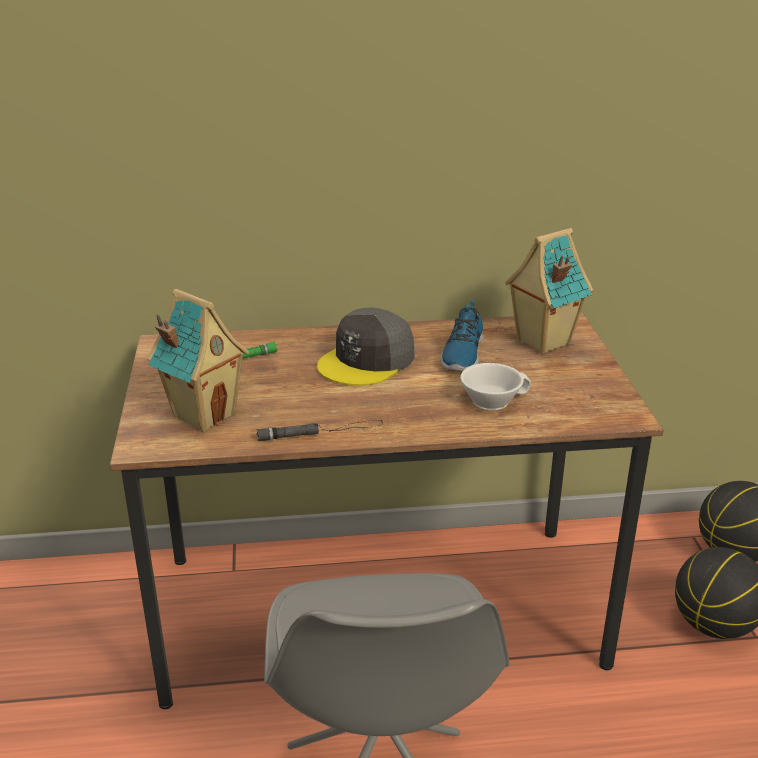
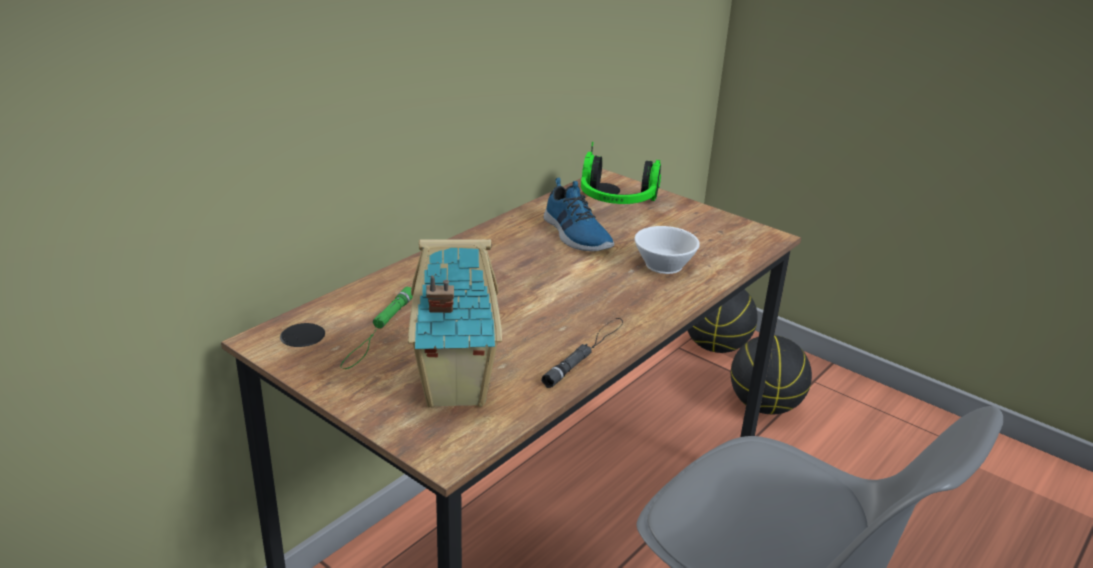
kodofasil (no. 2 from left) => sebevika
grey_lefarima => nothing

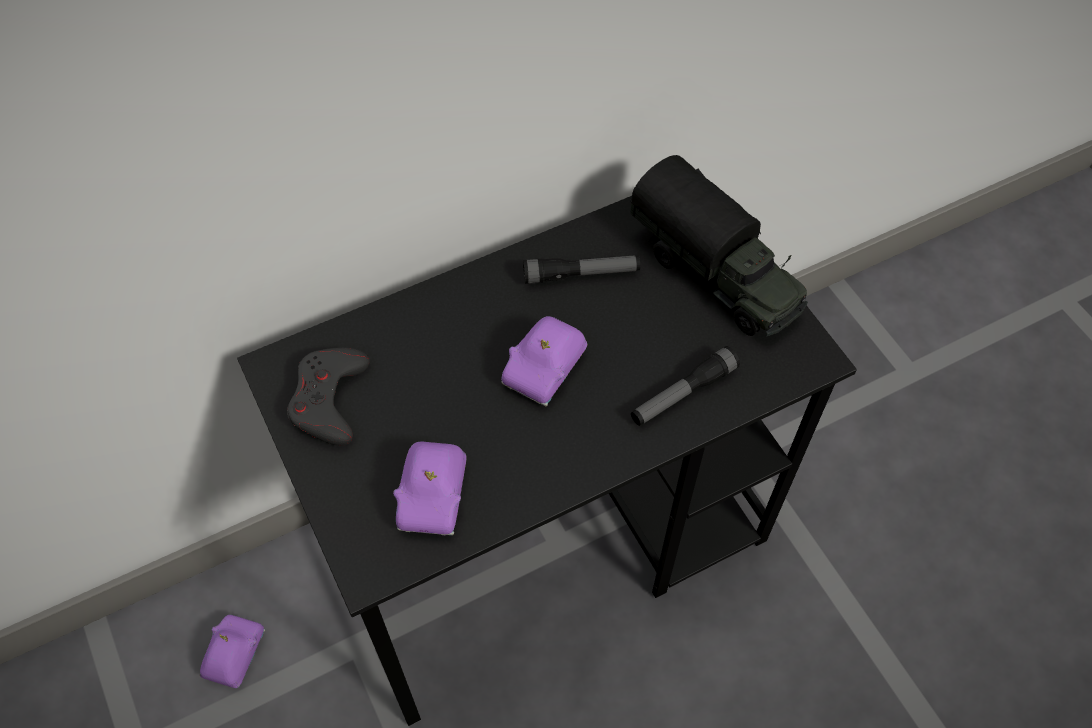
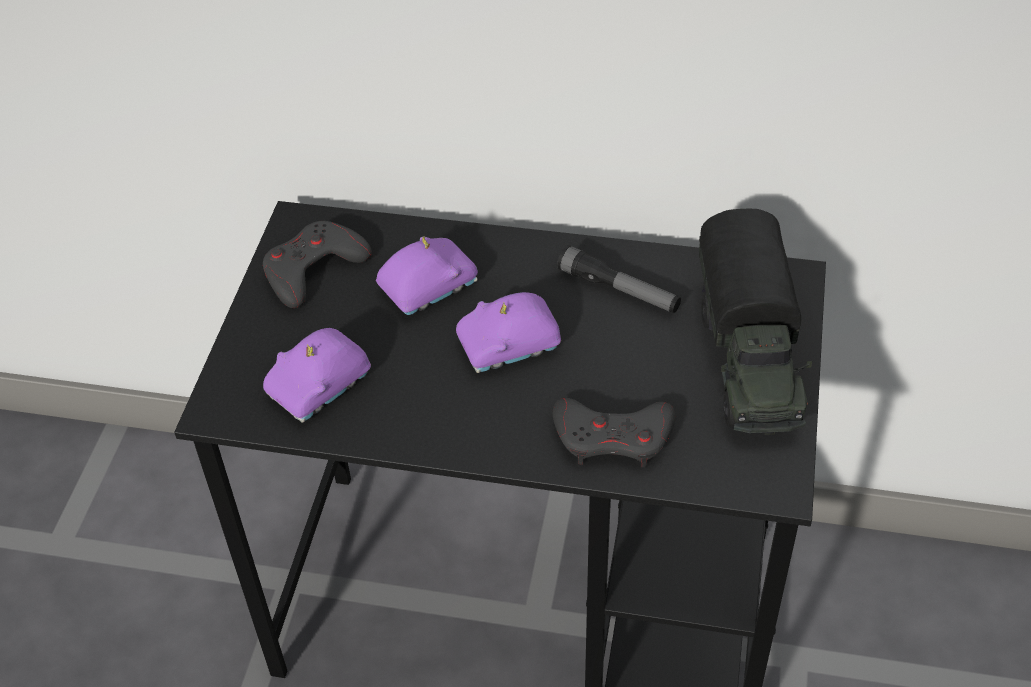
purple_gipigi (no. 1 from left in the first image) => purple_gipigi (no. 2 from left), shifted
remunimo (no. 2 from left) => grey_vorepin (no. 2 from left)

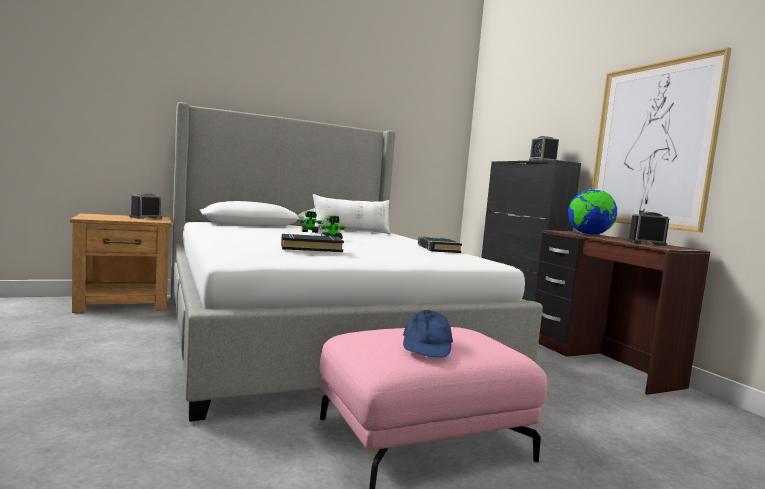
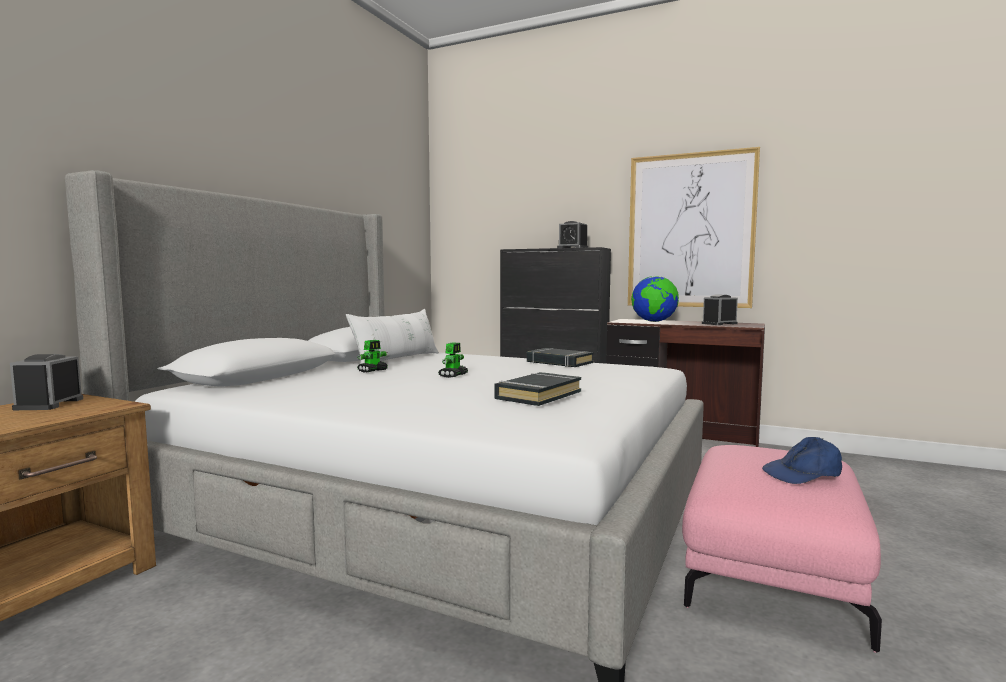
blue_lefarima, 105 degrees clockwise

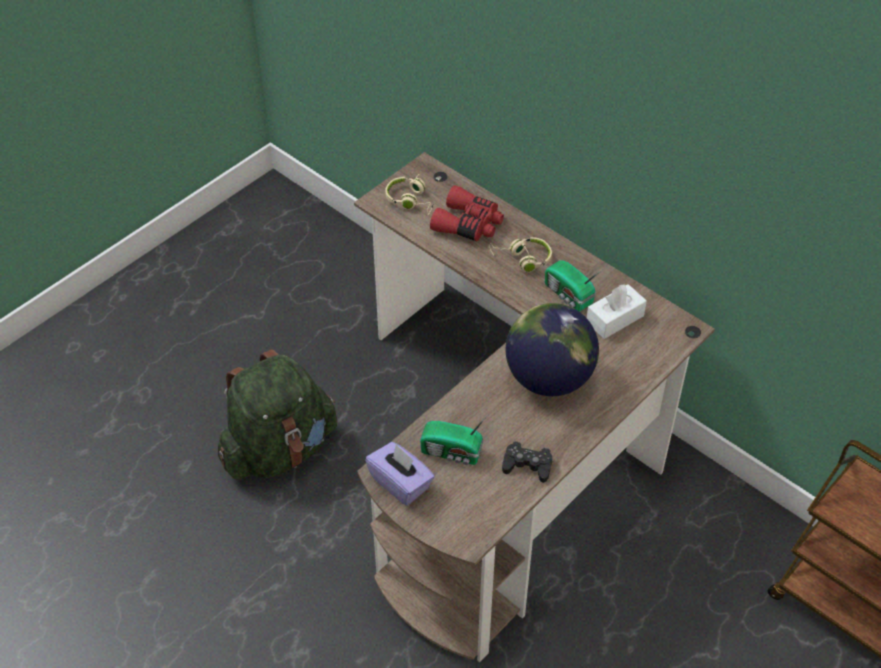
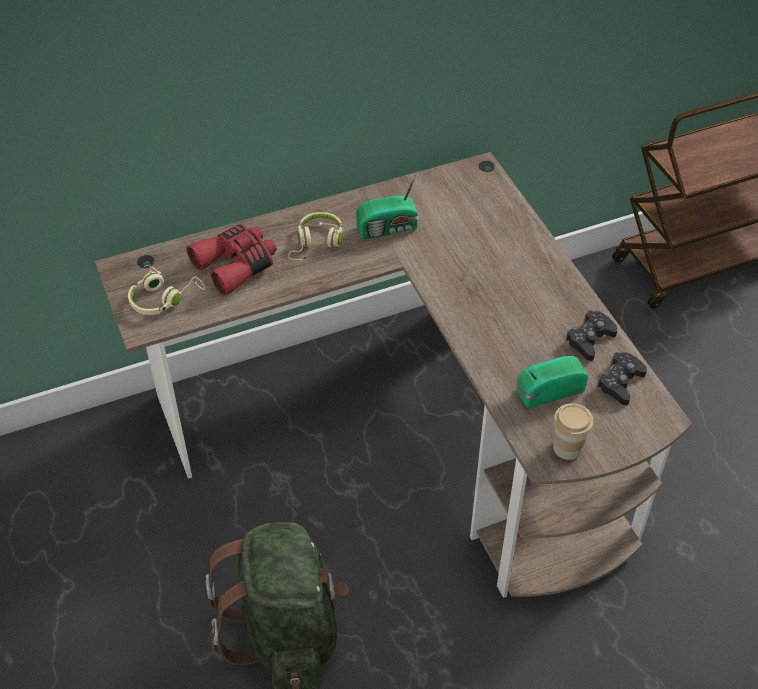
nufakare (no. 1 from left in the first image) => nufakare (no. 2 from left), 150 degrees counterclockwise
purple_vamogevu => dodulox
nothing => black_vorepin (no. 2 from left)
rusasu => nothing
white_vamogevu => nothing

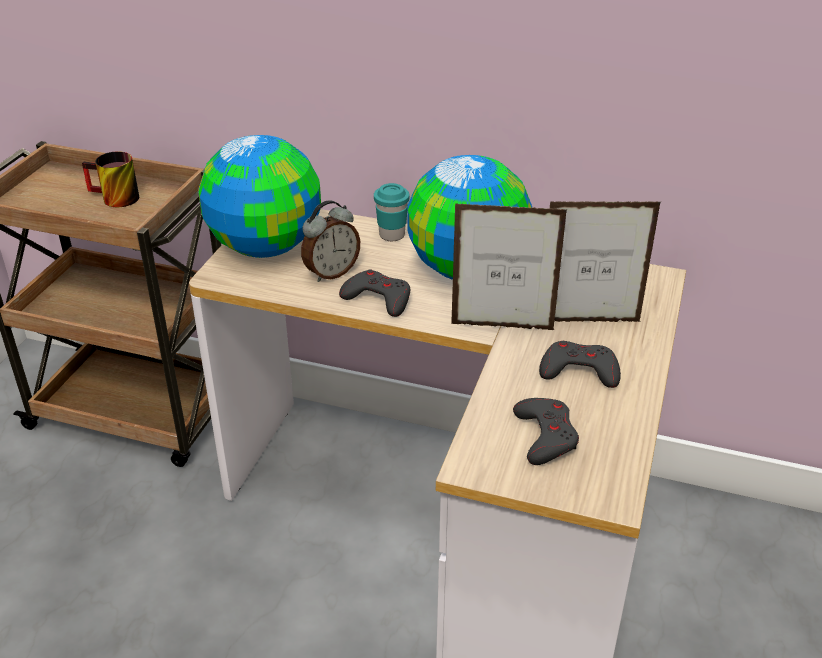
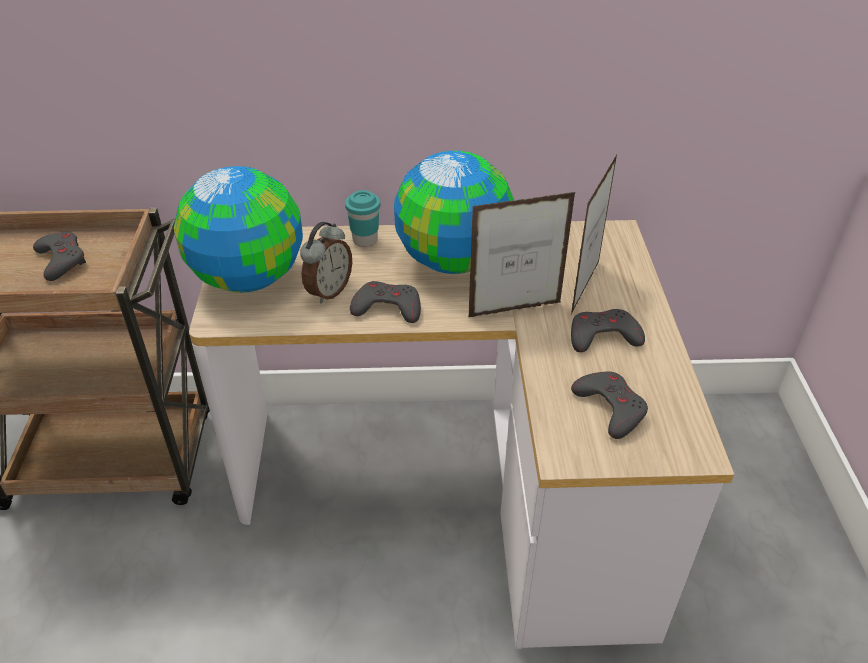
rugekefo => grey_vorepin (no. 1 from left)
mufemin (no. 2 from left), 45 degrees counterclockwise

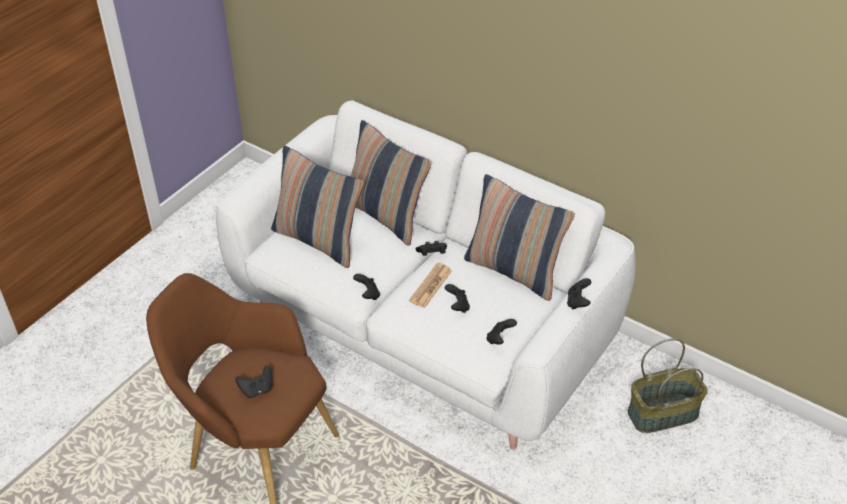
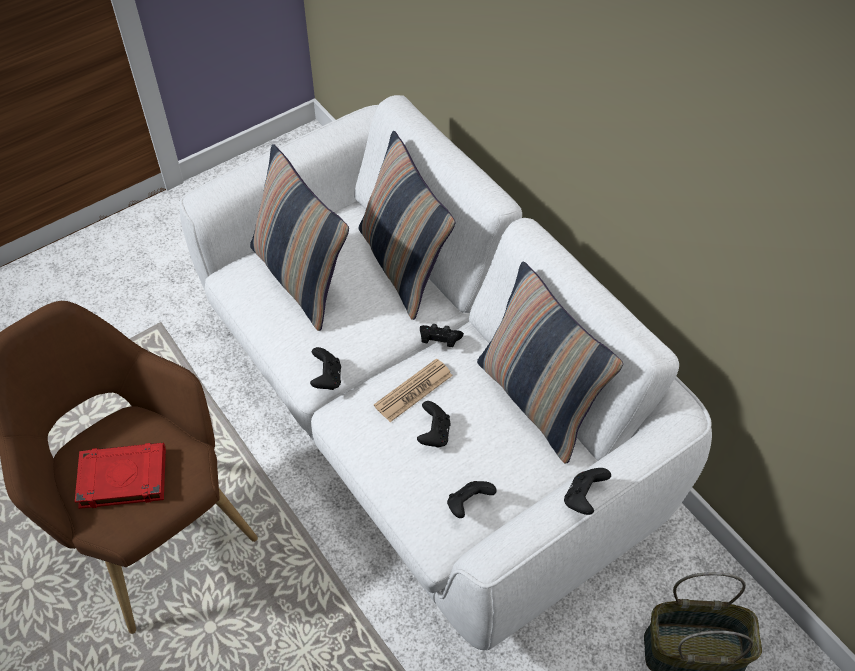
black_vorepin (no. 1 from left) => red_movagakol

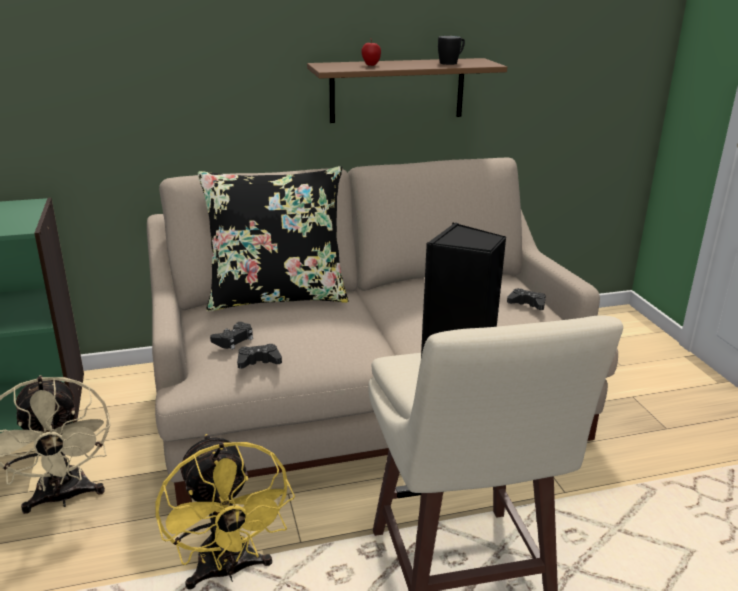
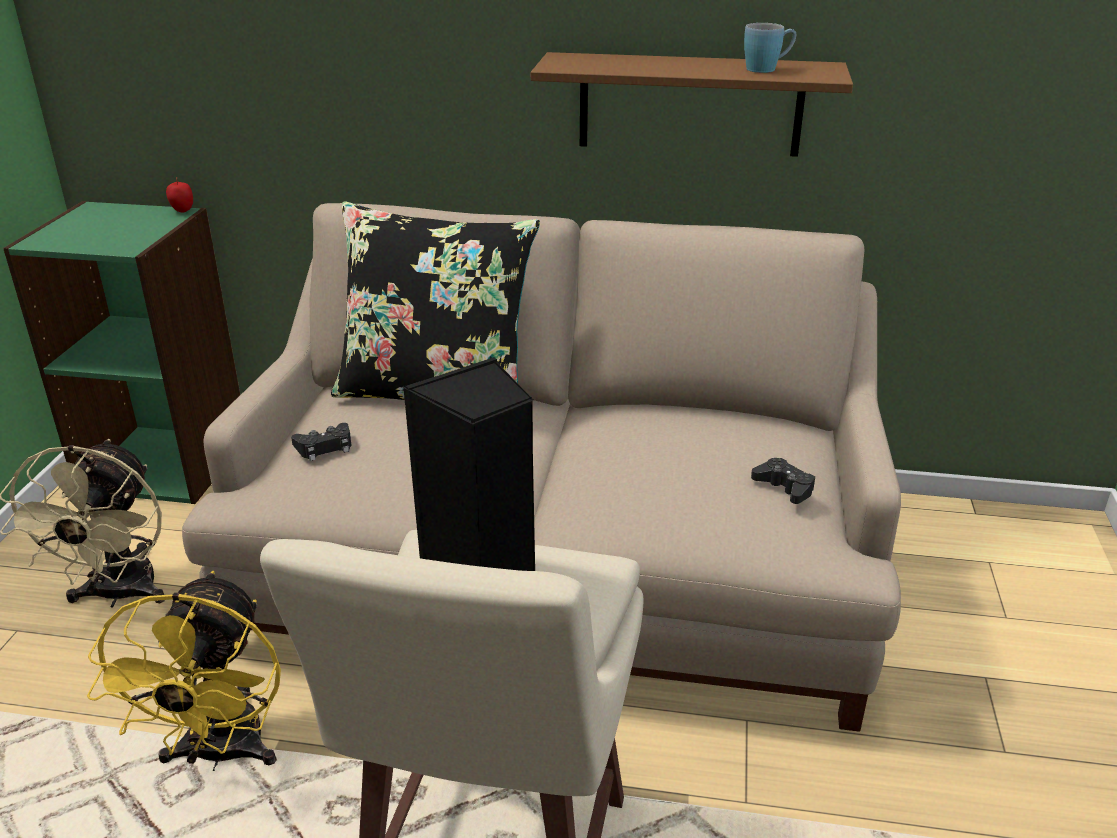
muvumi, shifted
black_rugekefo => blue_rugekefo
black_vorepin (no. 2 from left) => nothing

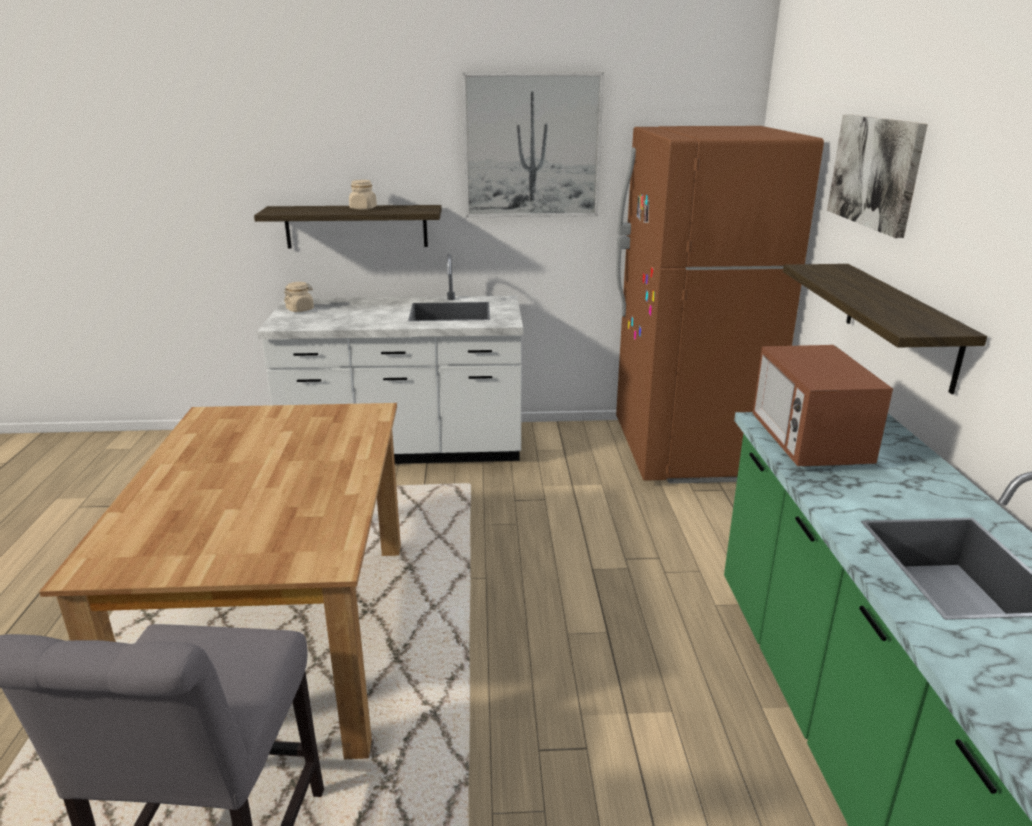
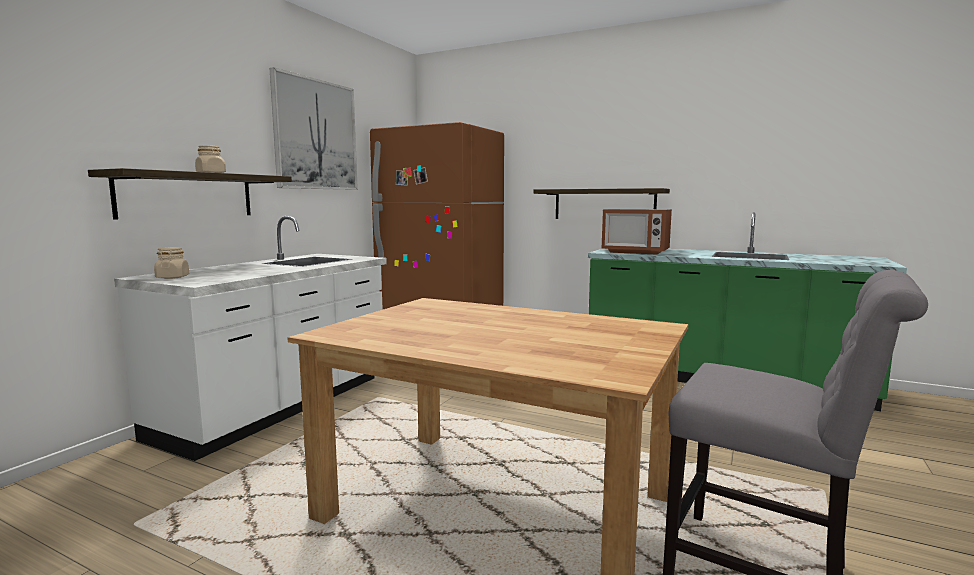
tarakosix (no. 2 from left) => nothing

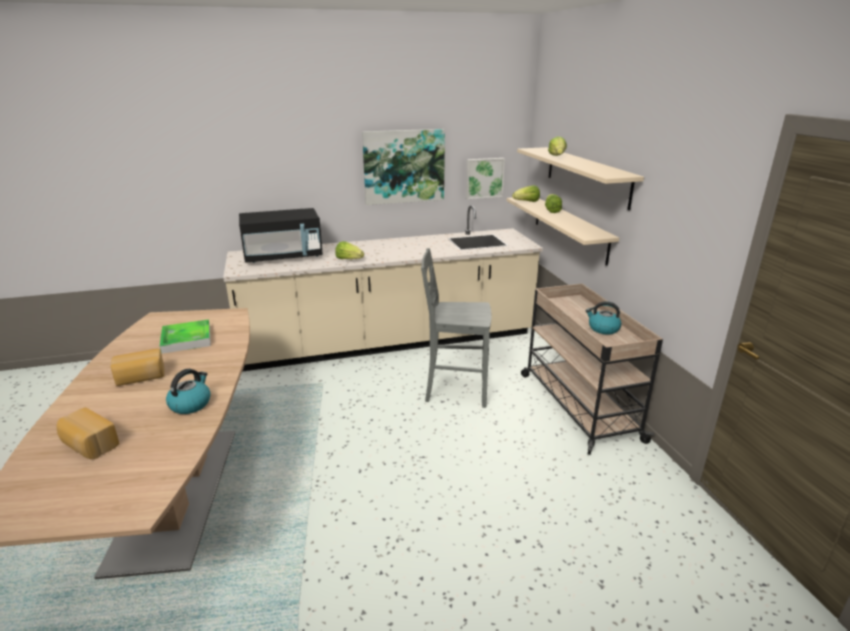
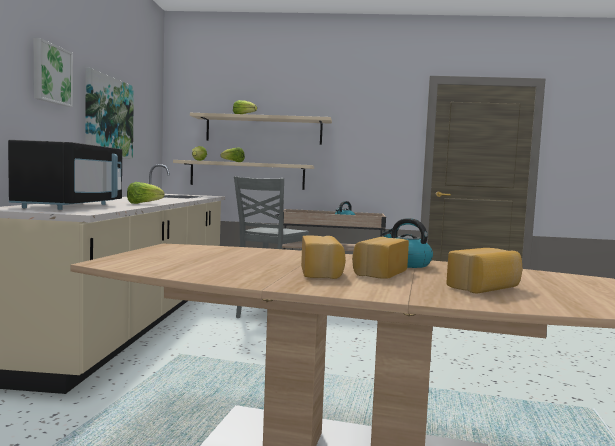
tarakosix (no. 2 from left in the first image) => tarakosix (no. 1 from left), shifted
nothing => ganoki (no. 2 from left)
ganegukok => nothing

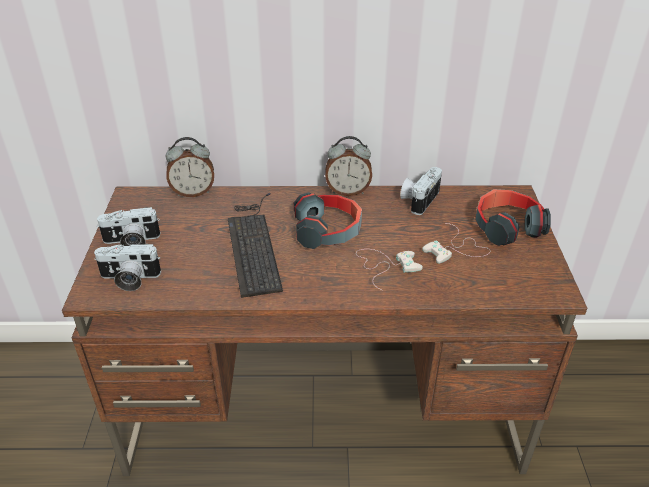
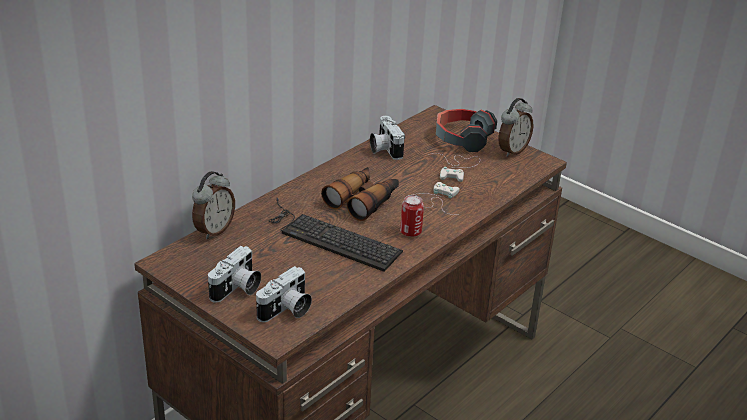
sebevika (no. 1 from left) => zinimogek
nothing => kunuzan
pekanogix (no. 2 from left), shifted

